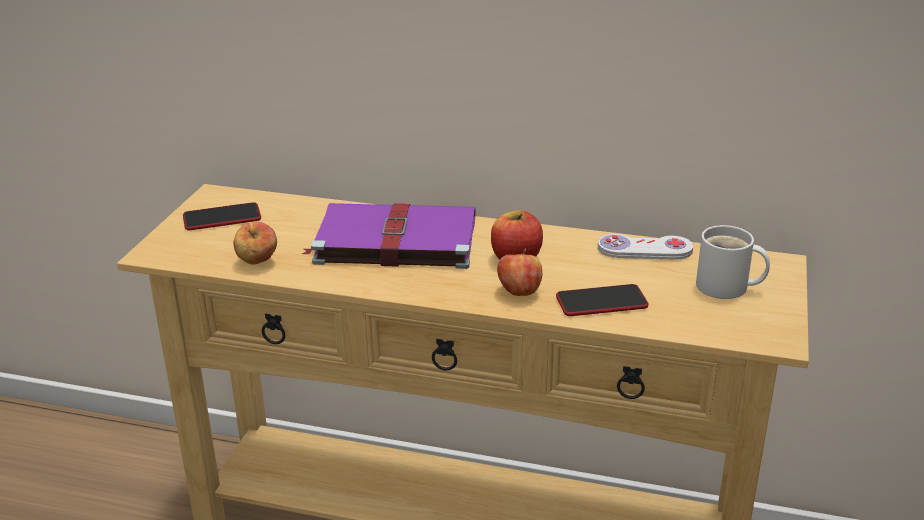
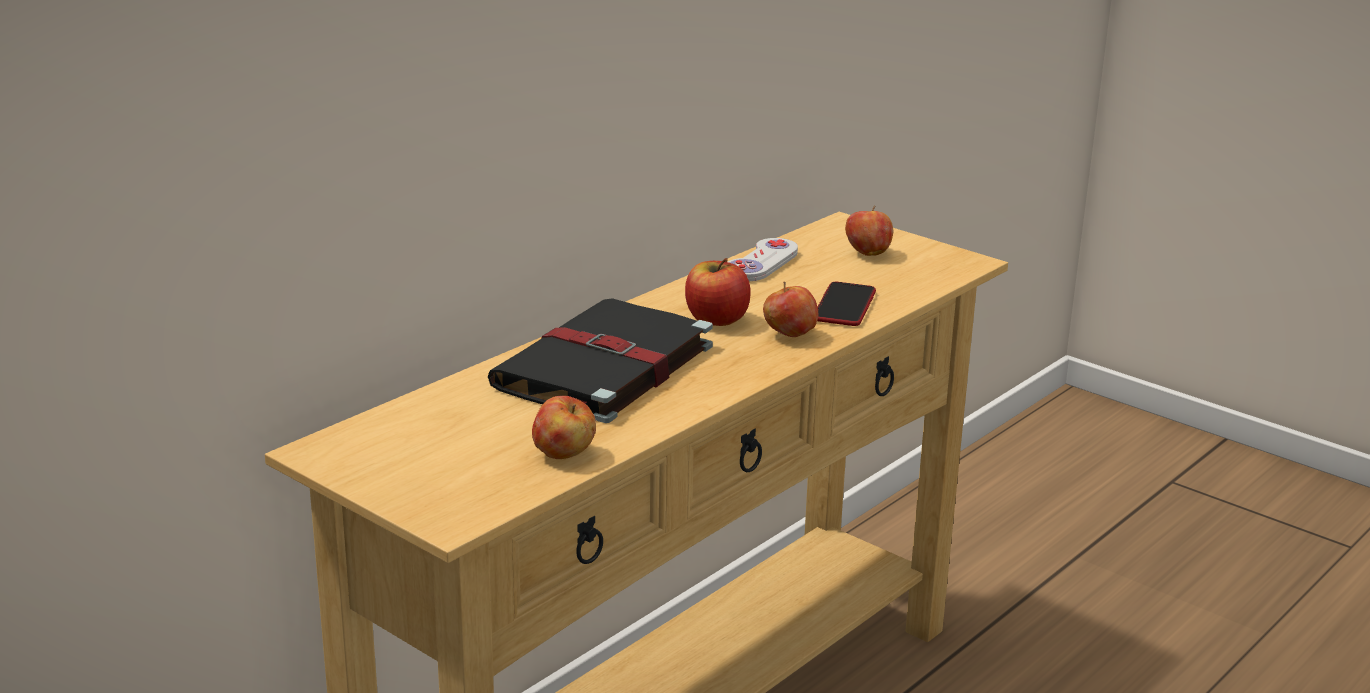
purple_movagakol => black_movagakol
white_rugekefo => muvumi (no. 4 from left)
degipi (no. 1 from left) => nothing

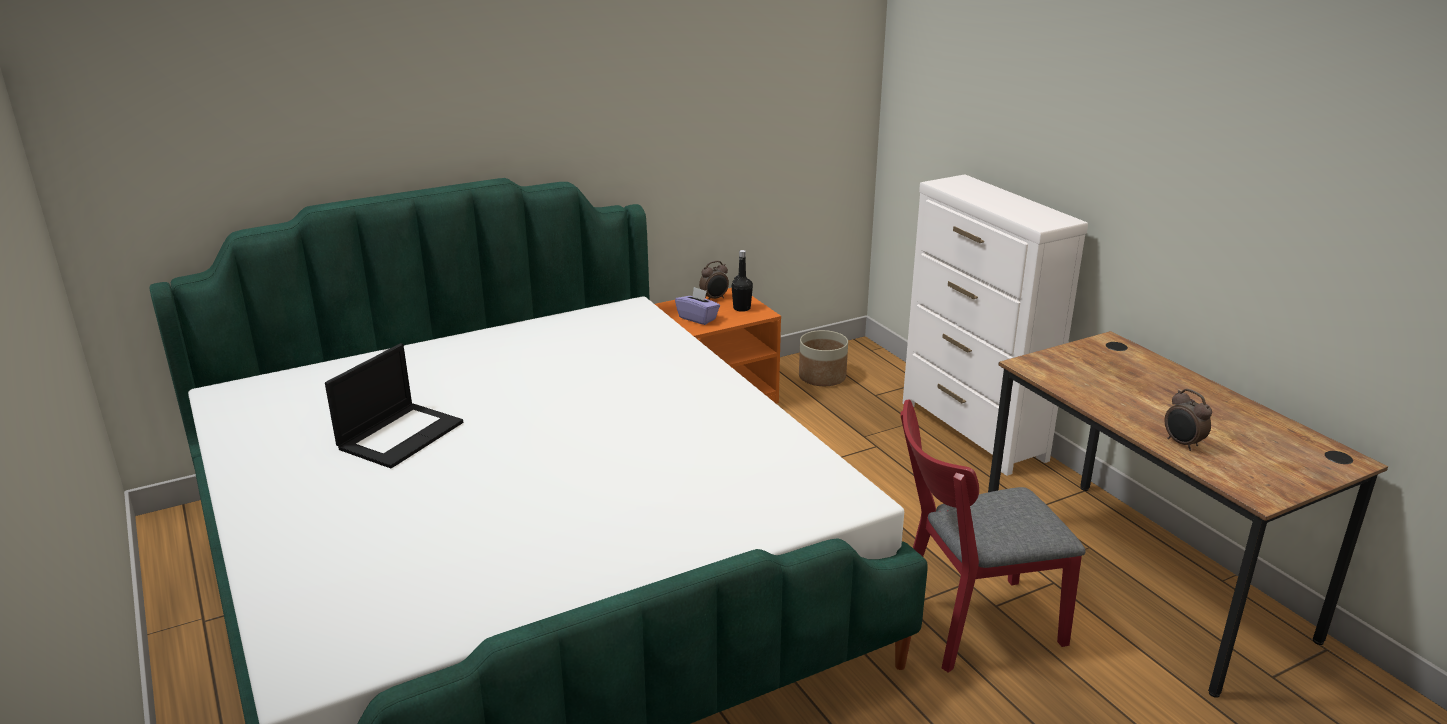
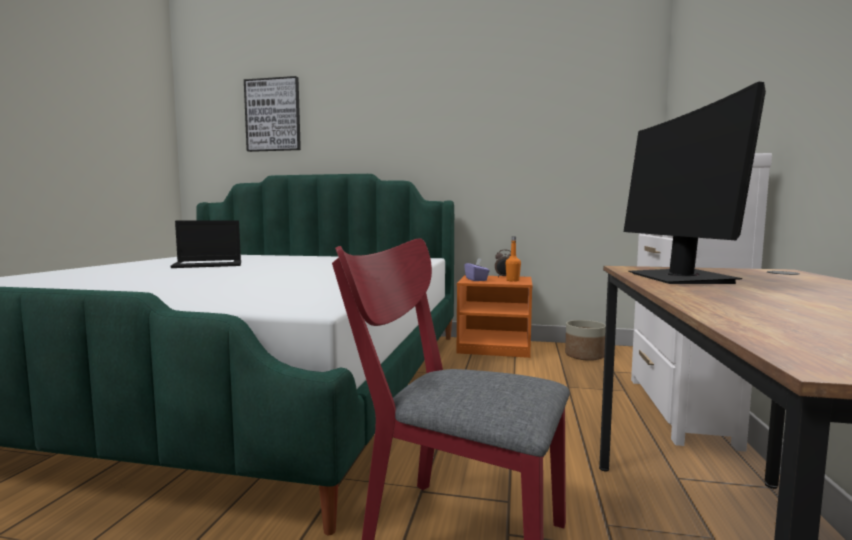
nothing => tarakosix
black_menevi => orange_menevi
nothing => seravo
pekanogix (no. 2 from left) => nothing

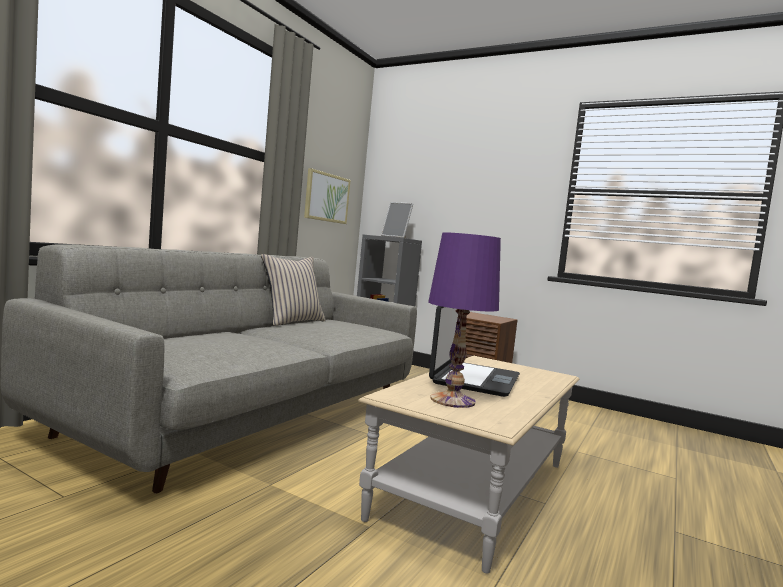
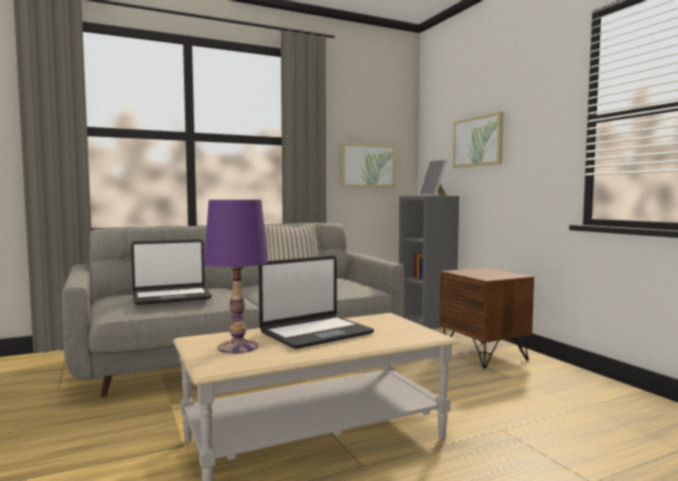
nothing => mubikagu (no. 1 from left)
nothing => tarakosix (no. 2 from left)

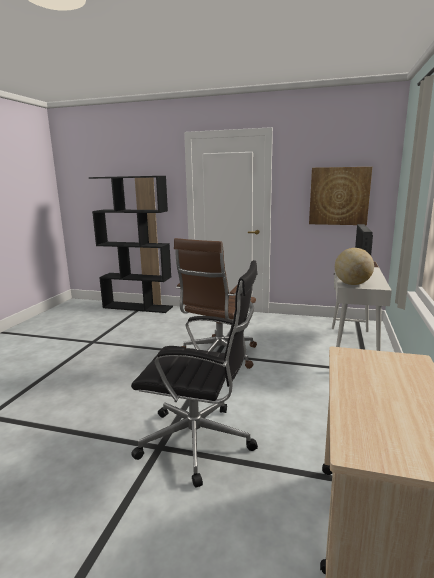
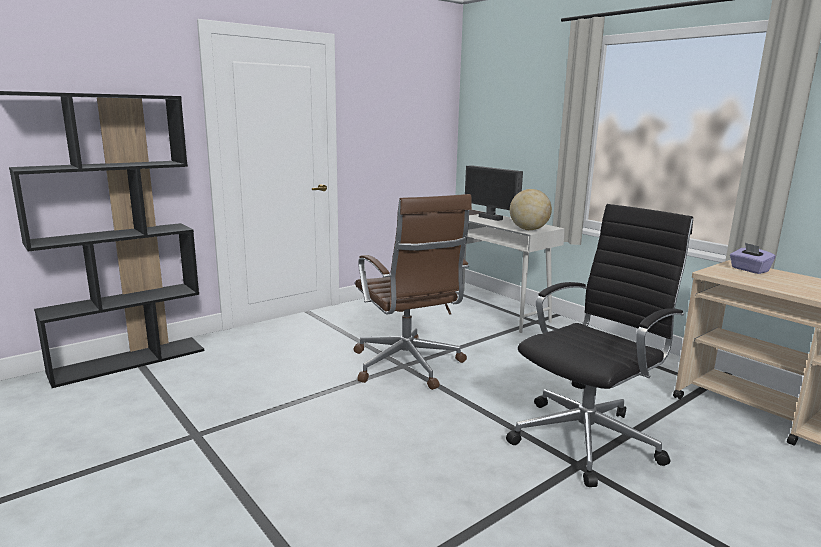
nothing => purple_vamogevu
tarakosix => nothing

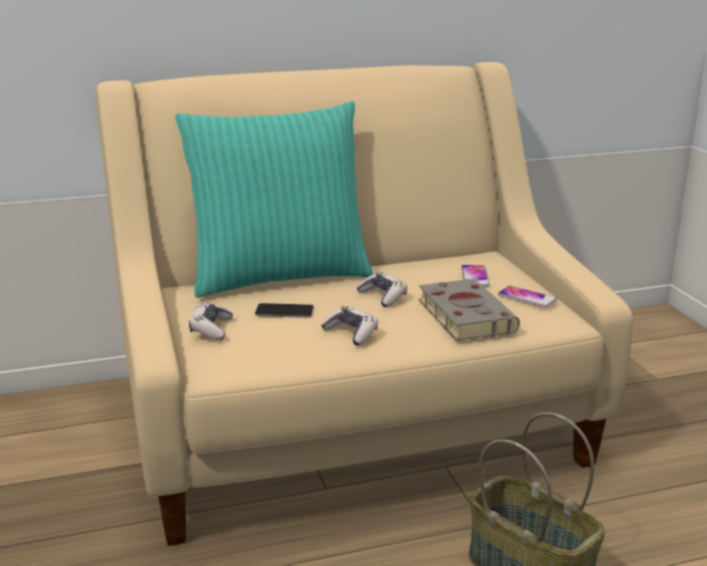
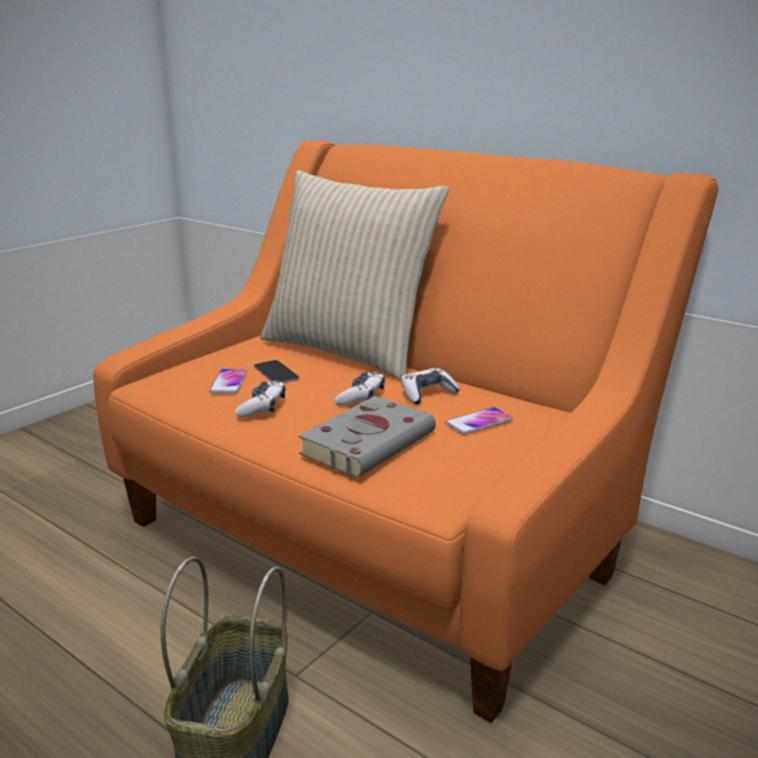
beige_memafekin => orange_memafekin
degipi (no. 3 from left in the first image) => degipi (no. 1 from left), shifted
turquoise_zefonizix => beige_zefonizix
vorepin (no. 1 from left in the first image) => vorepin (no. 3 from left), shifted

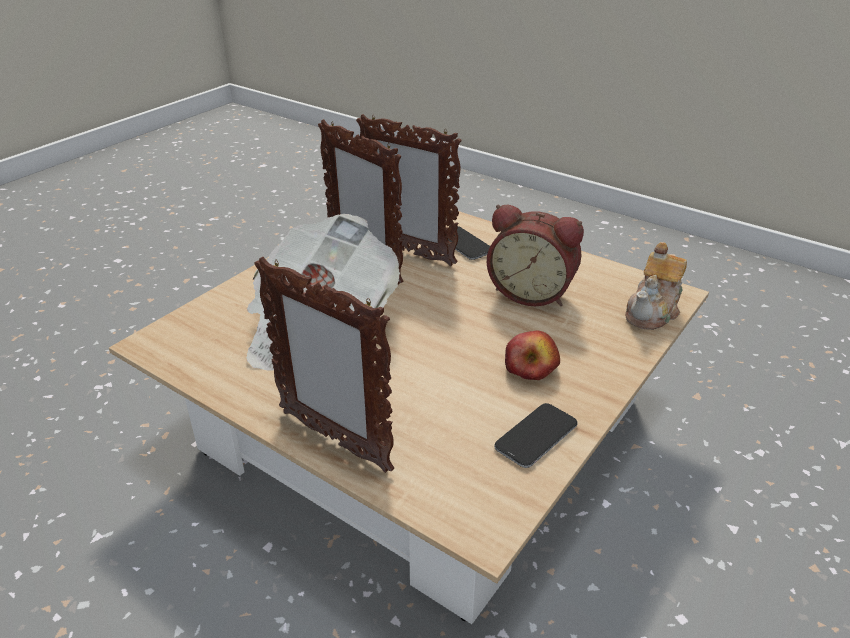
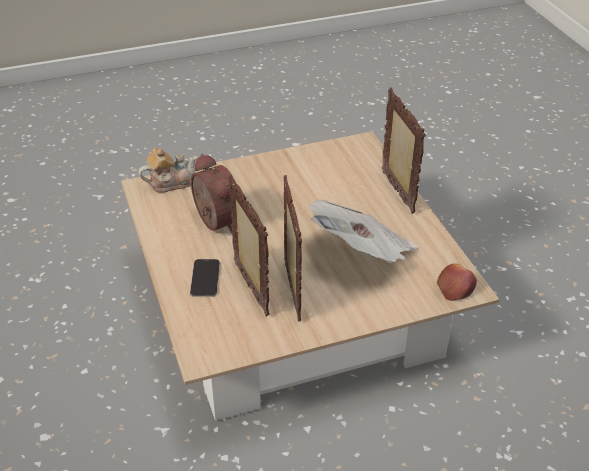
muvumi, shifted
degipi (no. 2 from left) => nothing

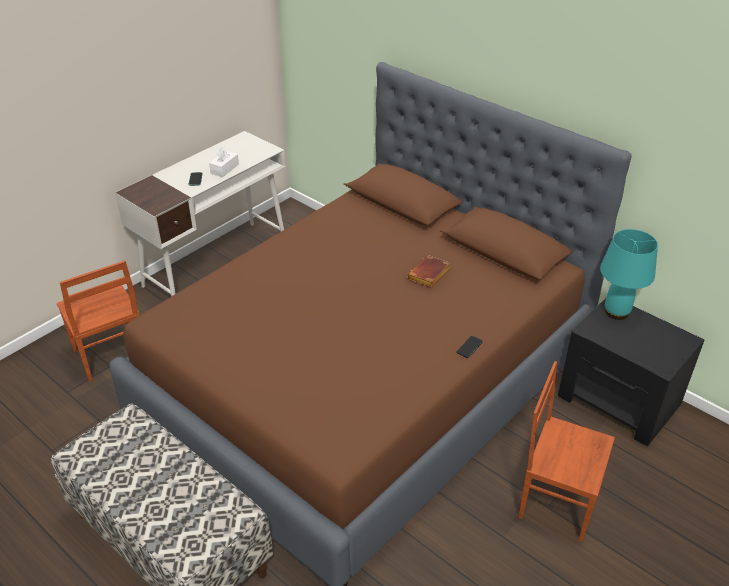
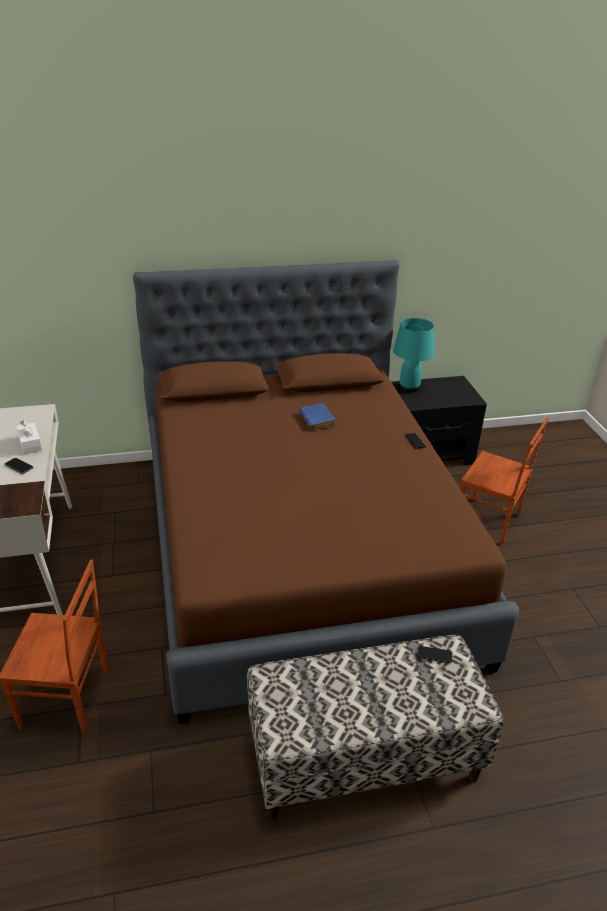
brown_movagakol => blue_movagakol
nothing => degipi (no. 3 from left)
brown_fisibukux (no. 2 from left), 120 degrees counterclockwise

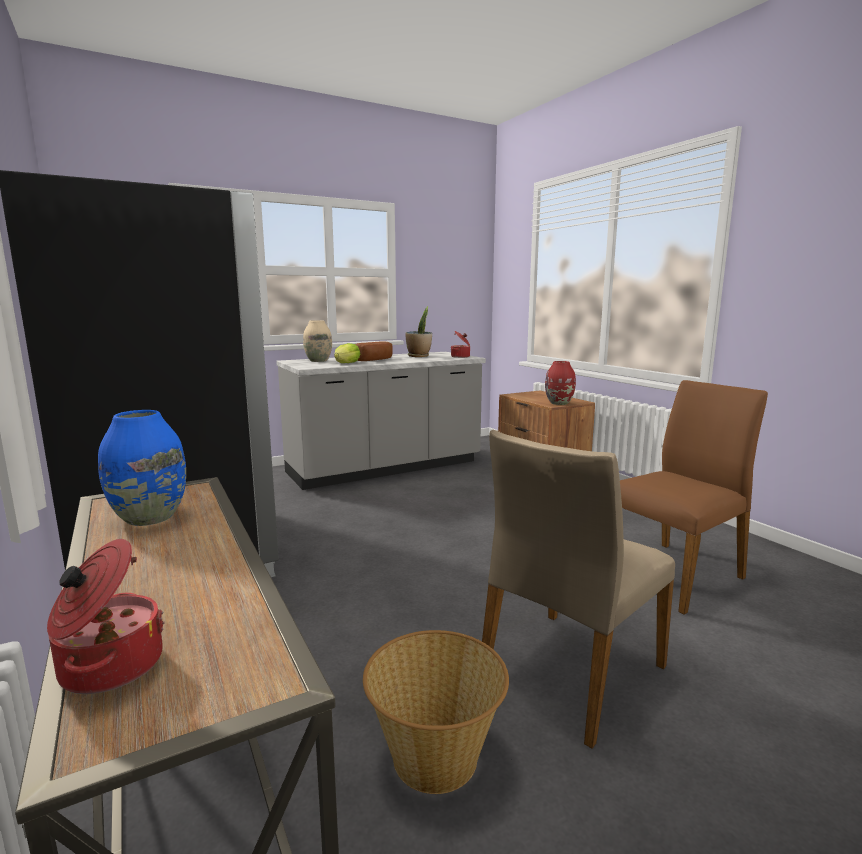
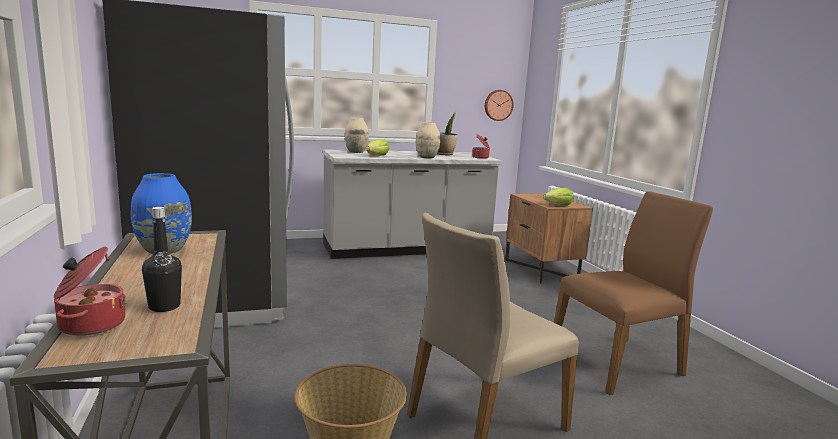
nothing => black_menevi
nothing => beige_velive (no. 2 from left)
nothing => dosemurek
red_velive => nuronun (no. 2 from left)
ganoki => nothing

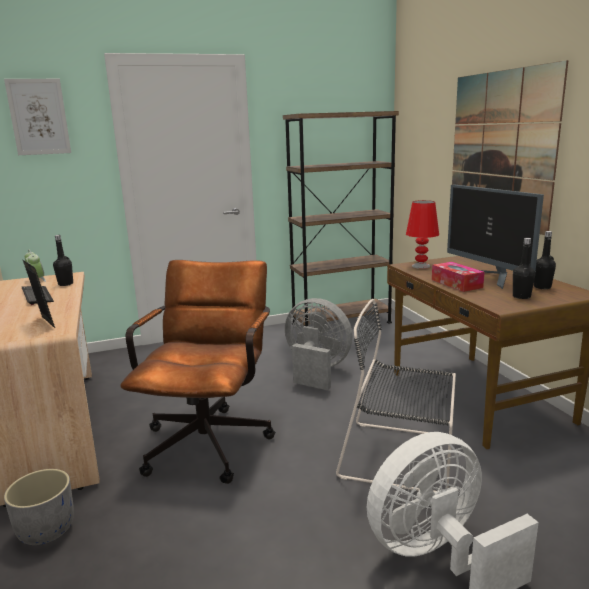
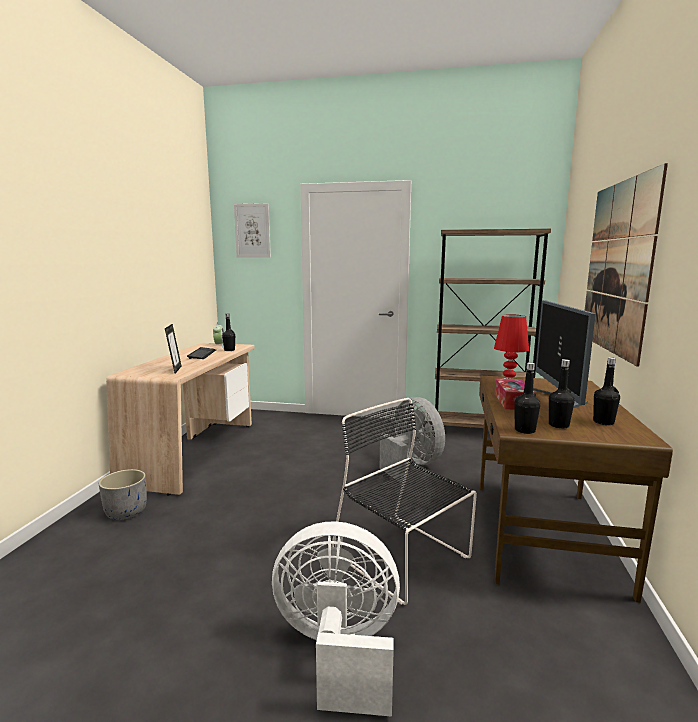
nothing => black_menevi (no. 2 from left)
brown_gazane => nothing

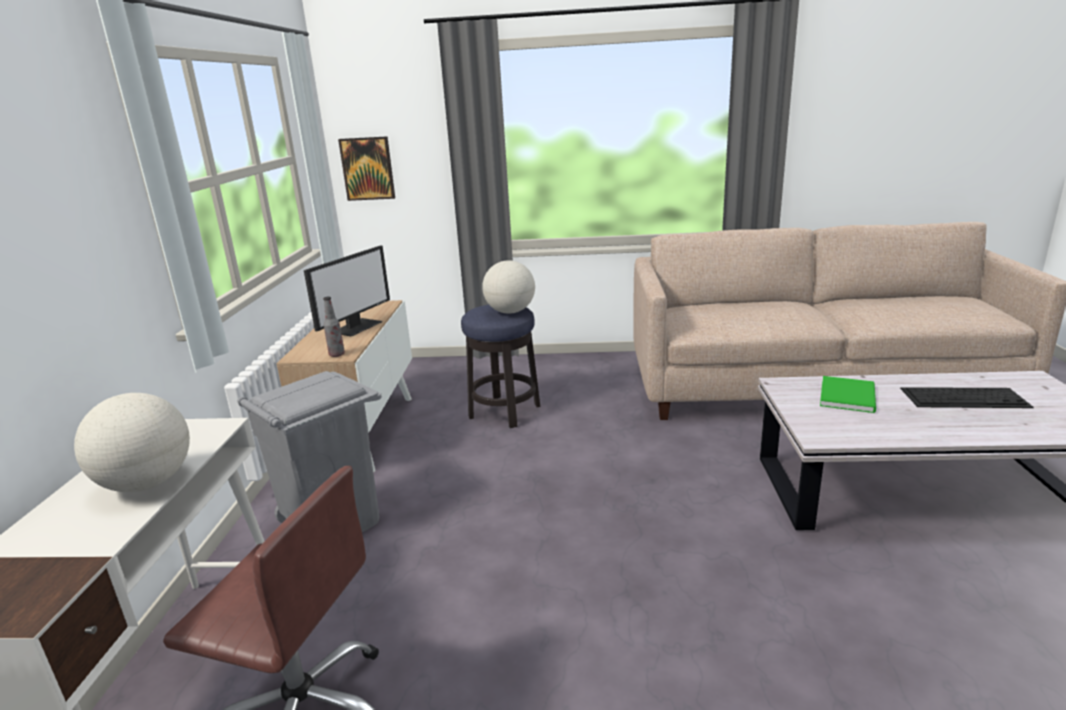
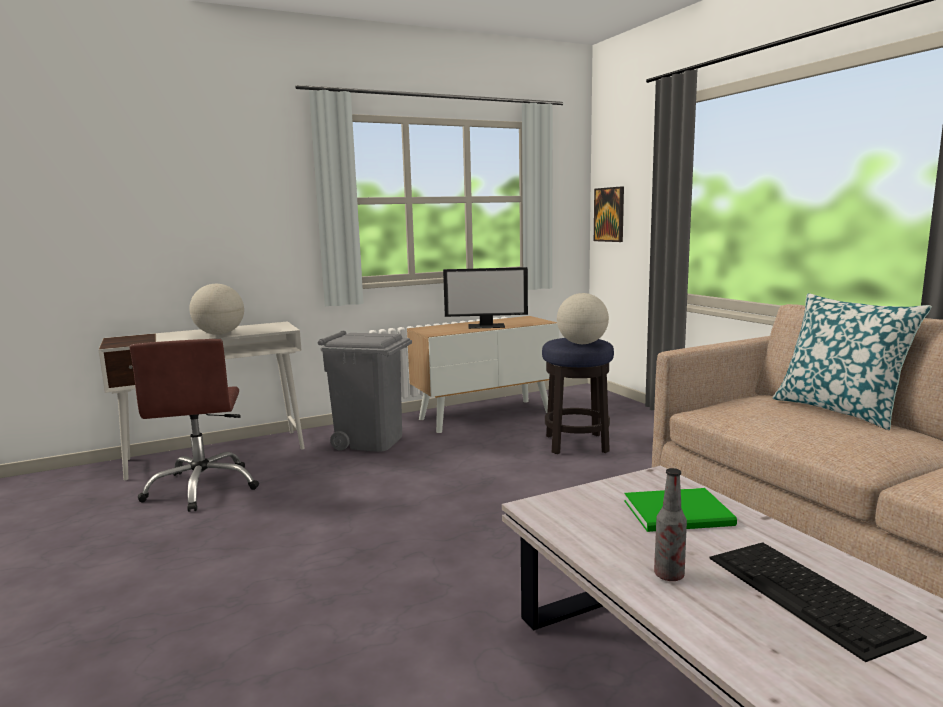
menevi, shifted
nothing => zefonizix

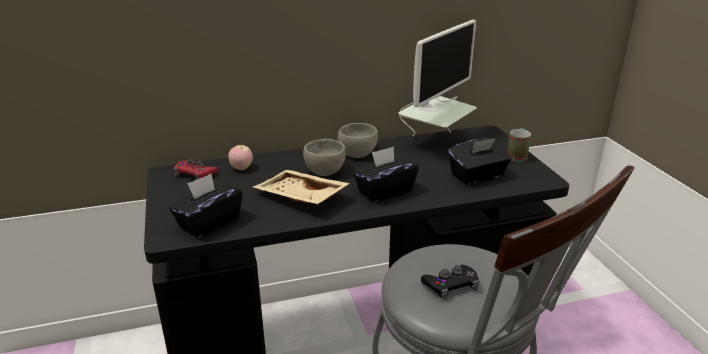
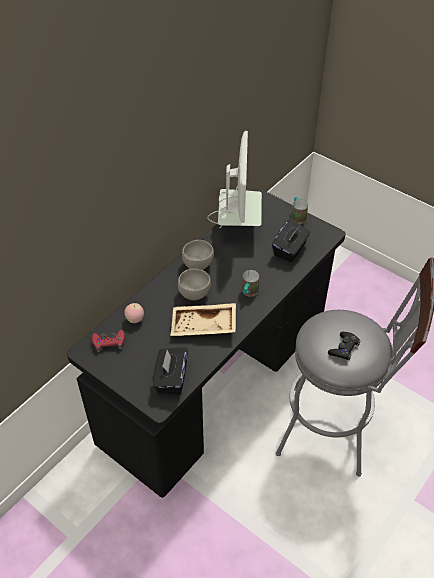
black_vamogevu (no. 2 from left) => rugekefo (no. 1 from left)

